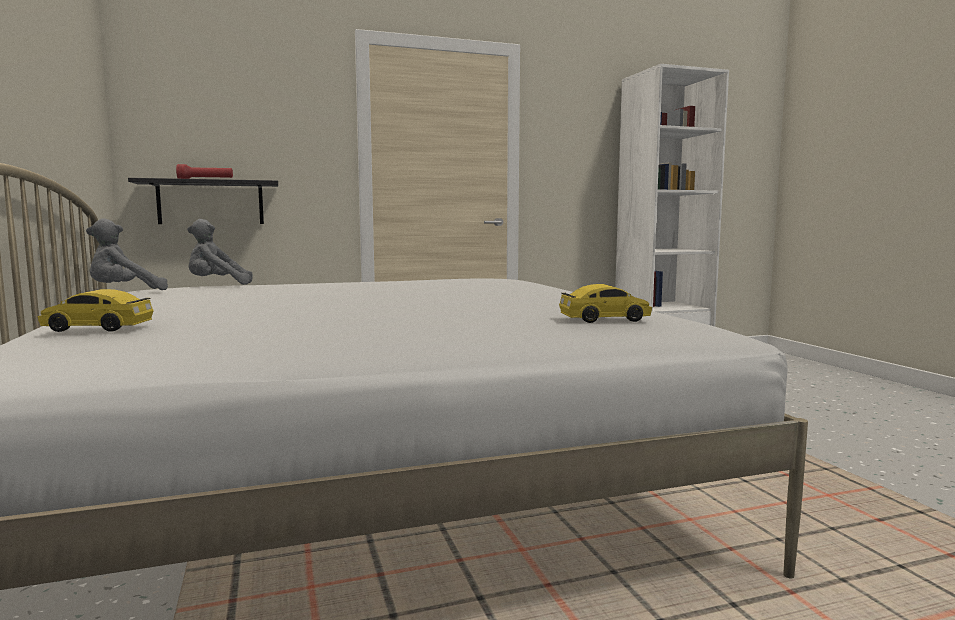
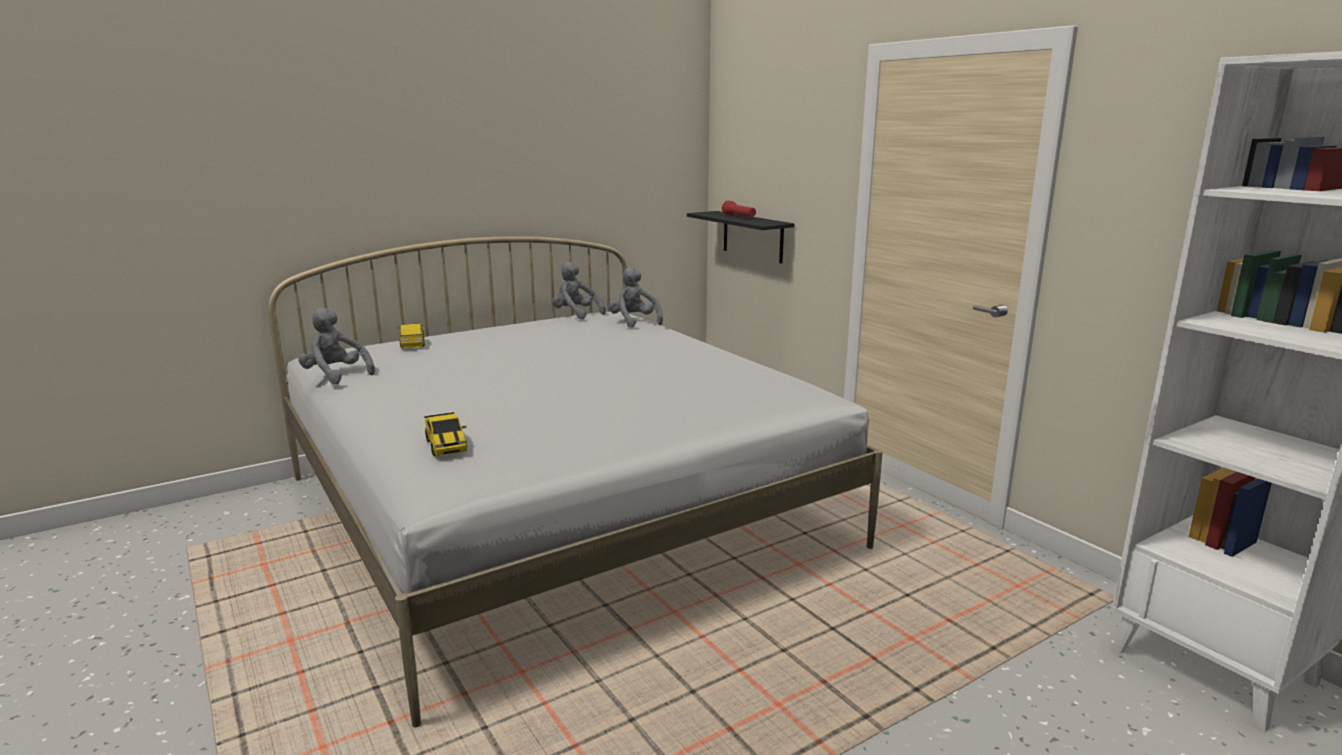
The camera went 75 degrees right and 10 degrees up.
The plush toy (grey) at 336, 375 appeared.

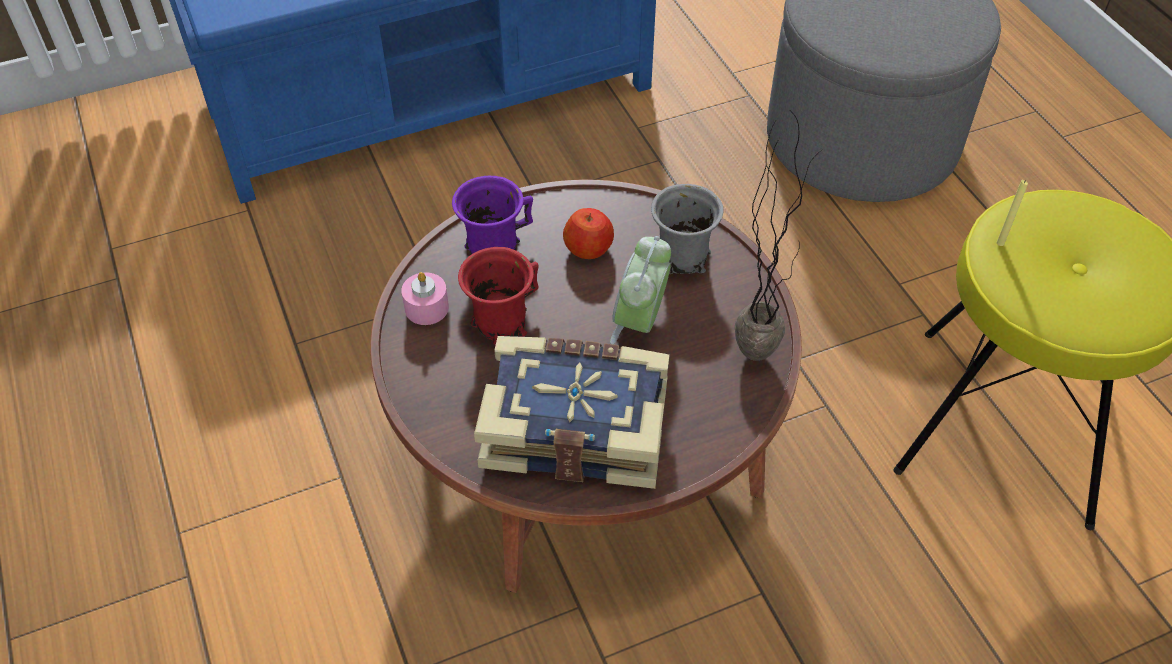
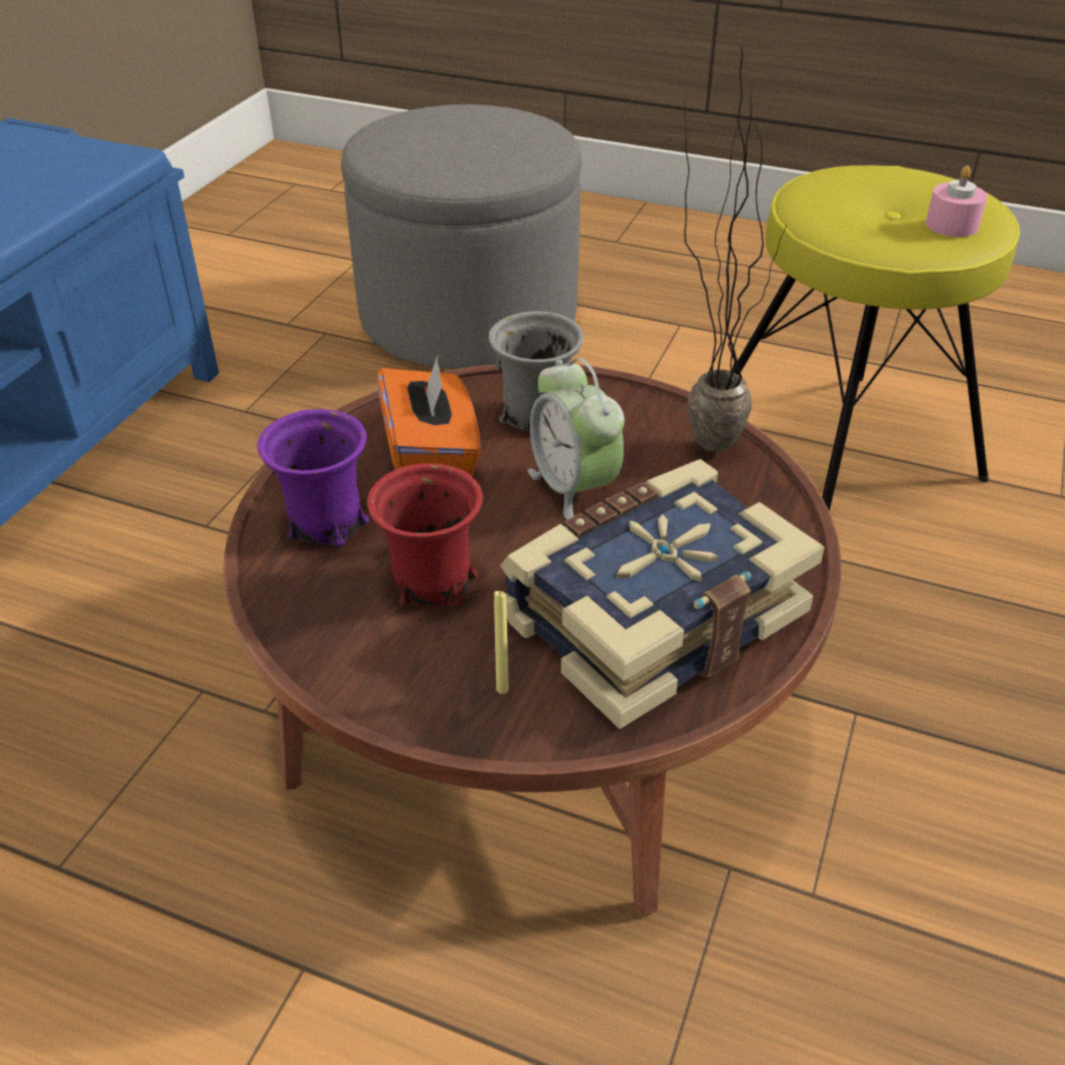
The camera went 45 degrees left and 10 degrees down.
The apple at 589, 248 was replaced by the tissue box (orange) at 431, 460.
The candle (yellow) moved from 1000, 243 to 502, 689.
The candle (pink) moved from 426, 308 to 951, 225.

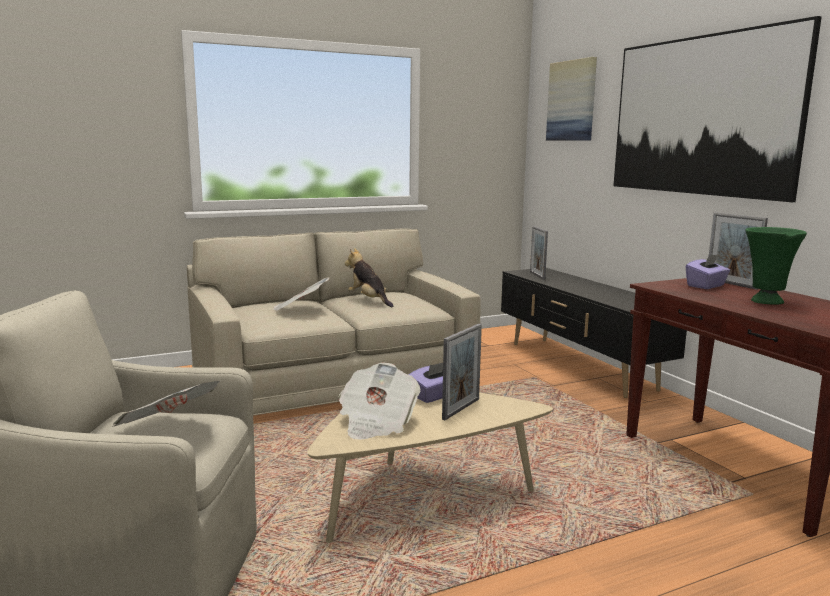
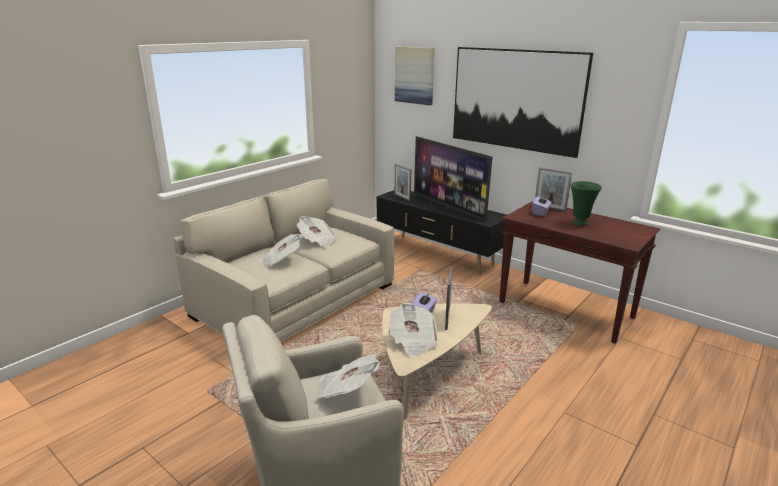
The camera went 25 degrees left and 10 degrees up.
The plush toy at 369, 301 was replaced by the newspaper at 317, 241.
The television at 449, 207 appeared.

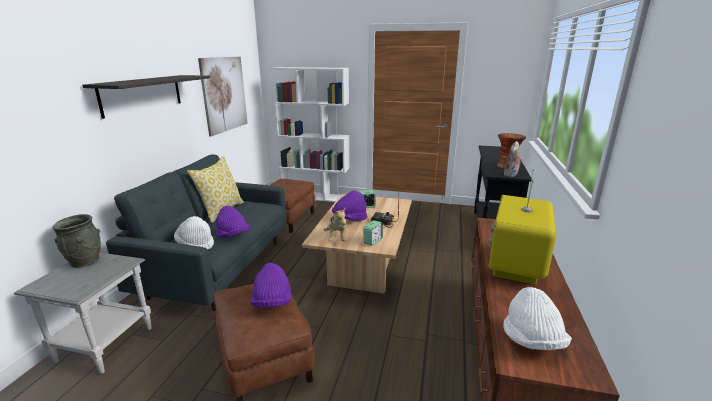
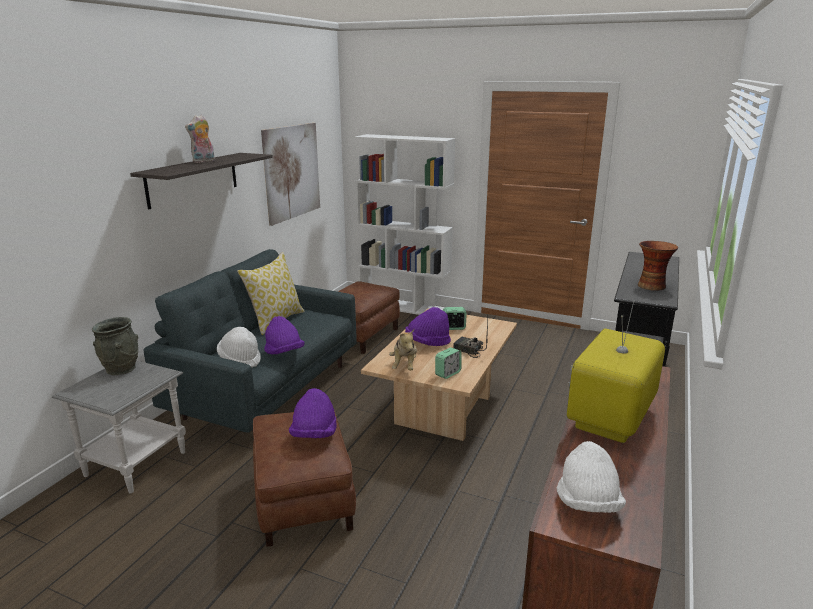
The camera went 10 degrees right and 0 degrees up.
The plush toy moved from 511, 175 to 203, 161.

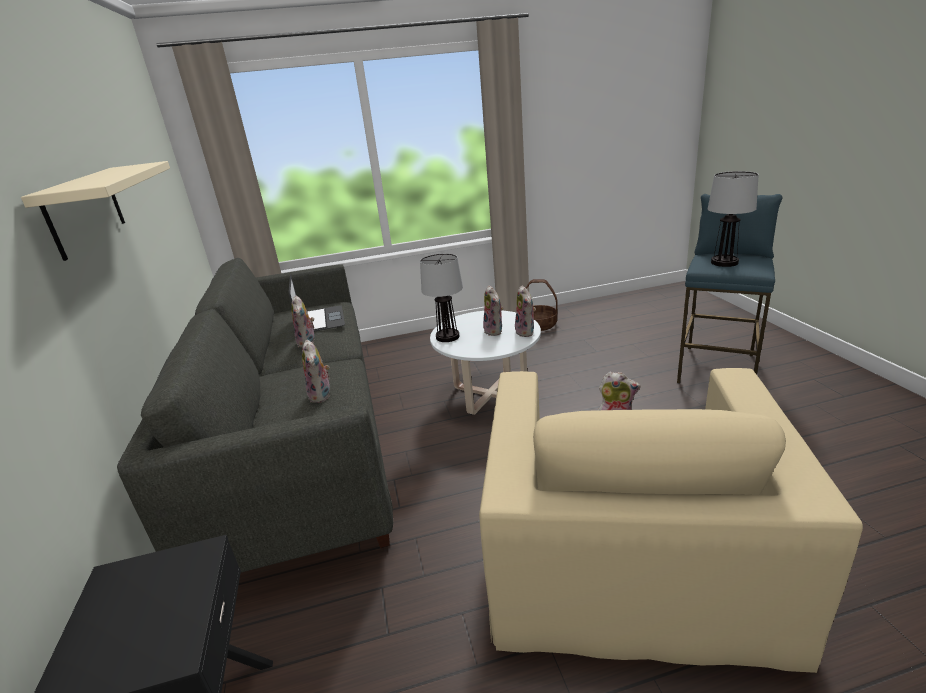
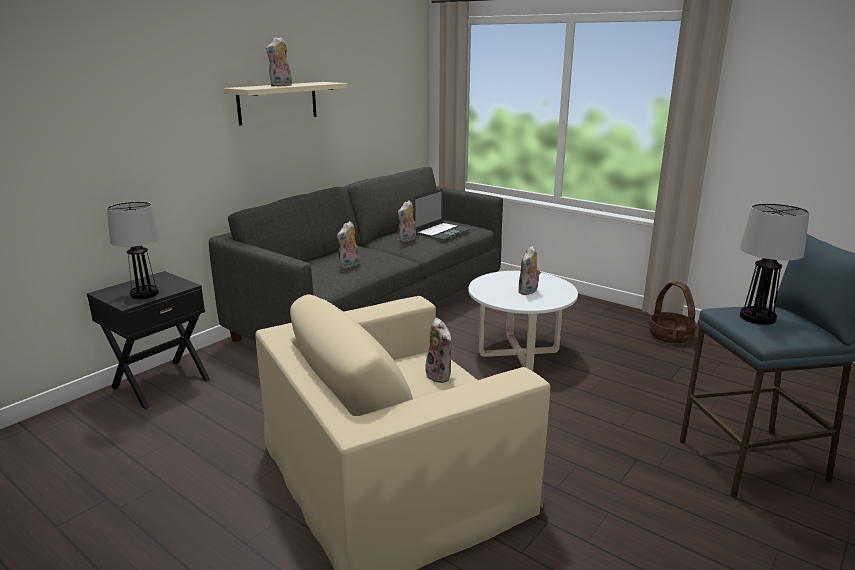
The camera went 50 degrees right and 5 degrees down.
The table lamp moved from 448, 337 to 144, 294.
The plush toy moved from 526, 332 to 281, 86.

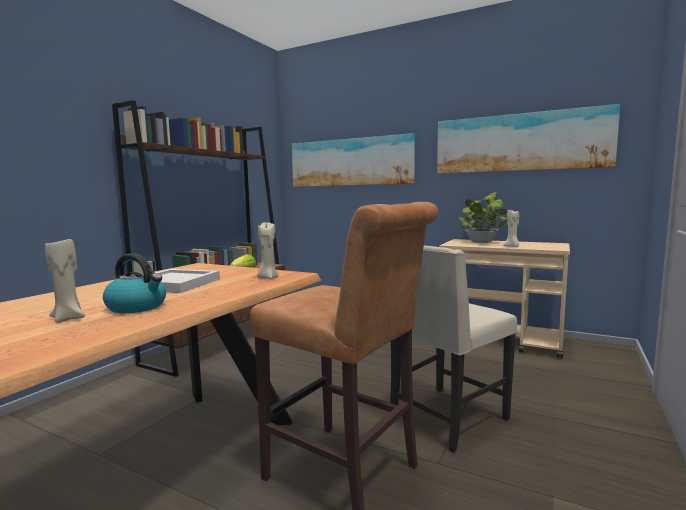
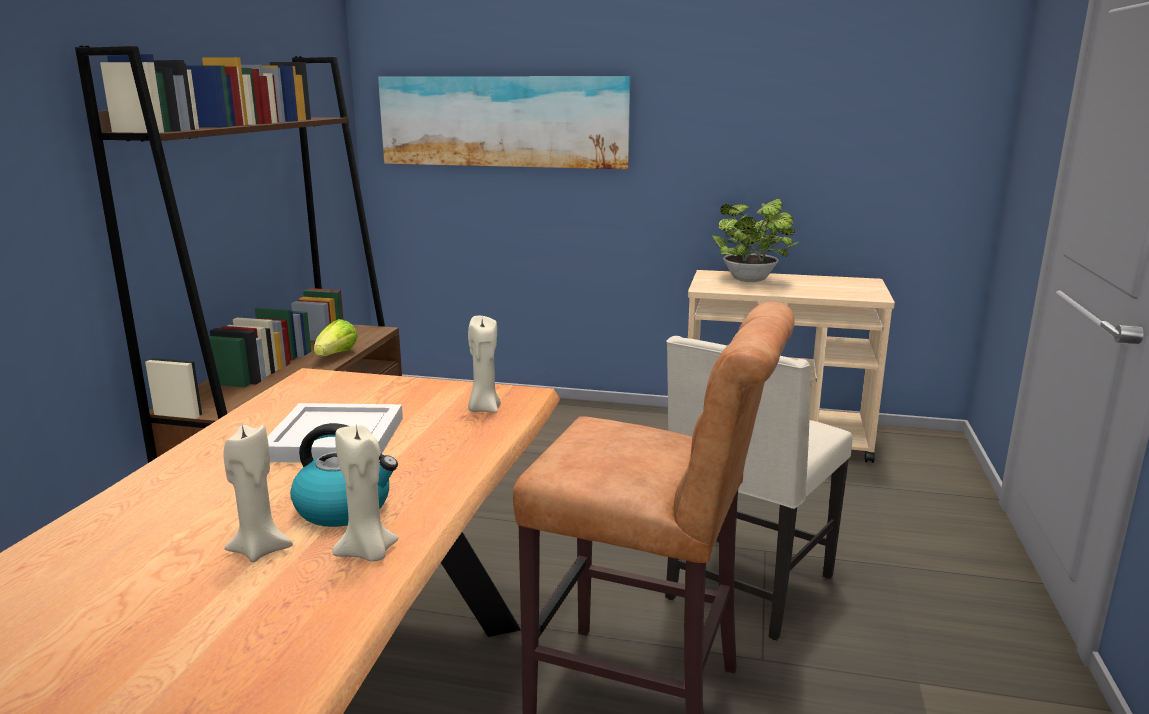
The camera went 15 degrees left and 10 degrees up.
The candle (beige) moved from 512, 246 to 368, 553.
The picture at 519, 142 disappeared.

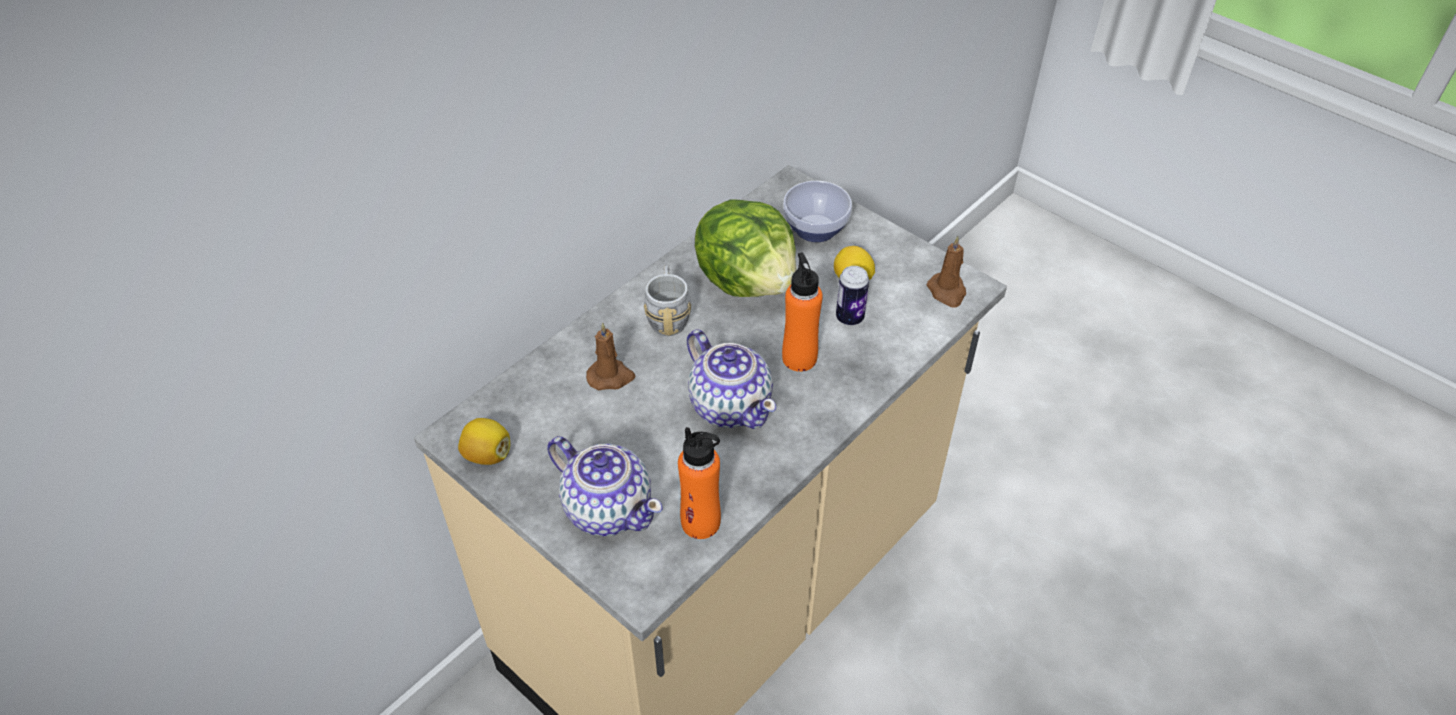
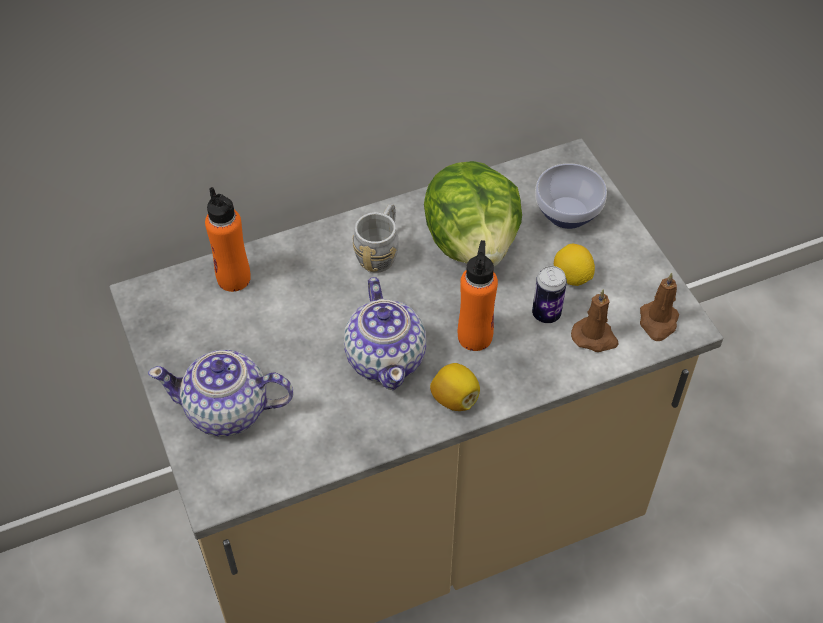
The camera went 25 degrees right and 5 degrees up.
The teapot at 608, 507 turned 120 degrees clockwise.
The bottle (orange) moved from 701, 522 to 234, 278.
The lemon moved from 487, 454 to 454, 398.
The candle (brown) moved from 611, 377 to 595, 337.

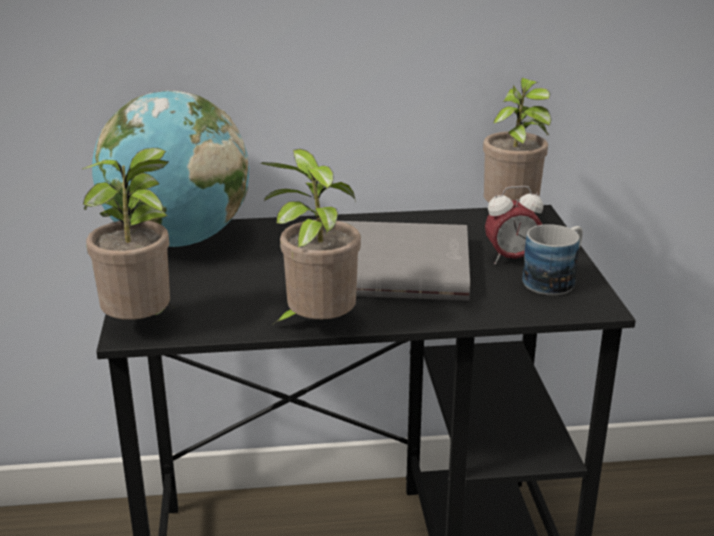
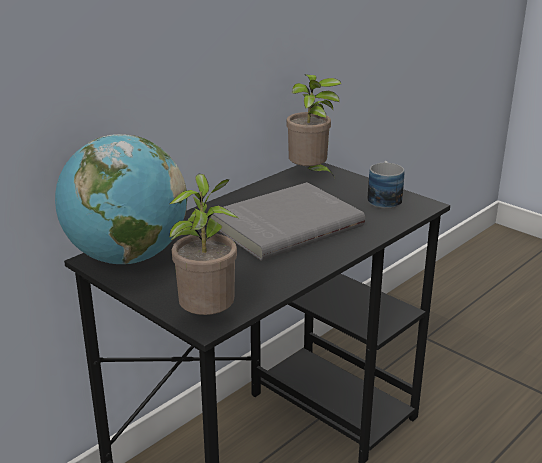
The camera went 40 degrees left and 0 degrees up.
The potted plant at 316, 327 disappeared.
The alarm clock at 511, 259 disappeared.

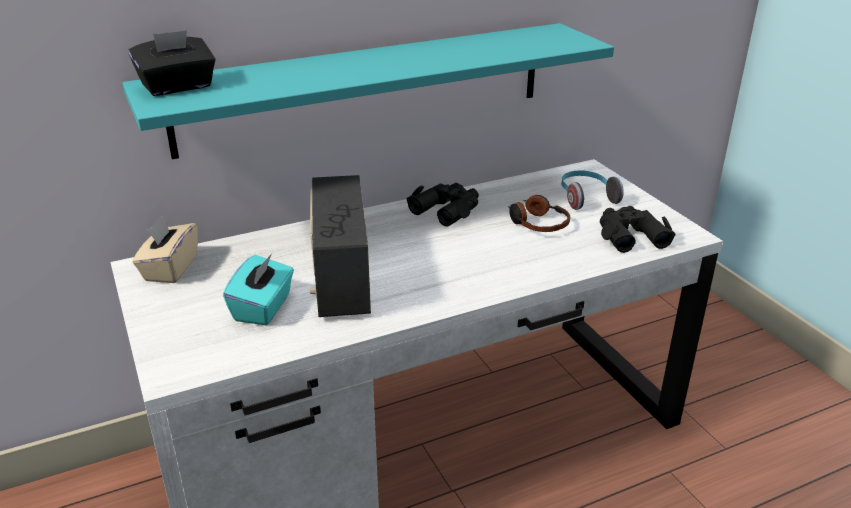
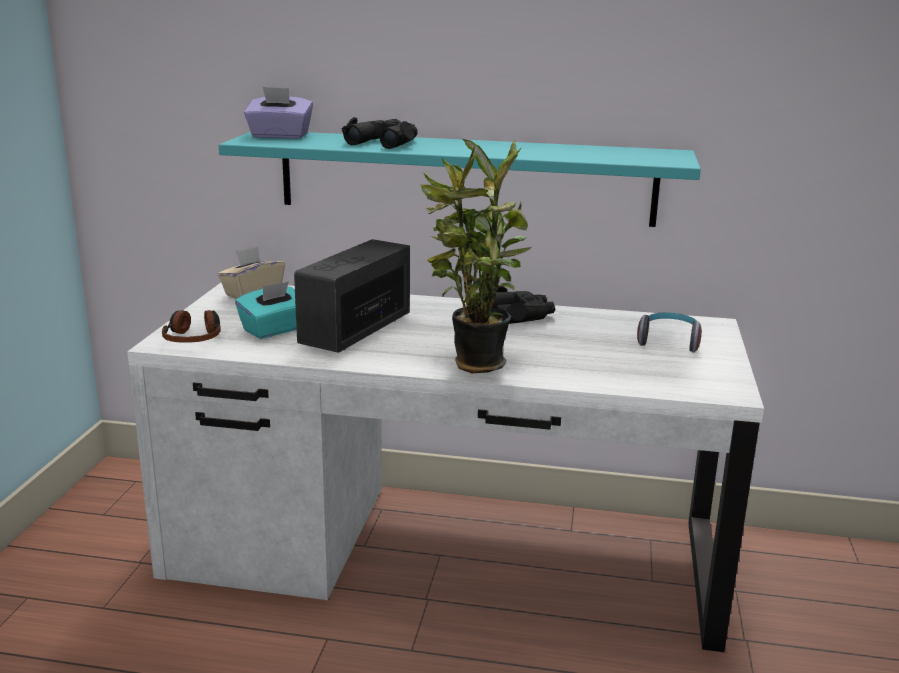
The camera went 35 degrees right and 10 degrees down.
The headphones moved from 537, 223 to 193, 338.
The tissue box (black) at 177, 87 became the tissue box (purple) at 279, 136.
The binoculars (black) moved from 630, 235 to 384, 142.
The potted plant at 473, 365 appeared.

